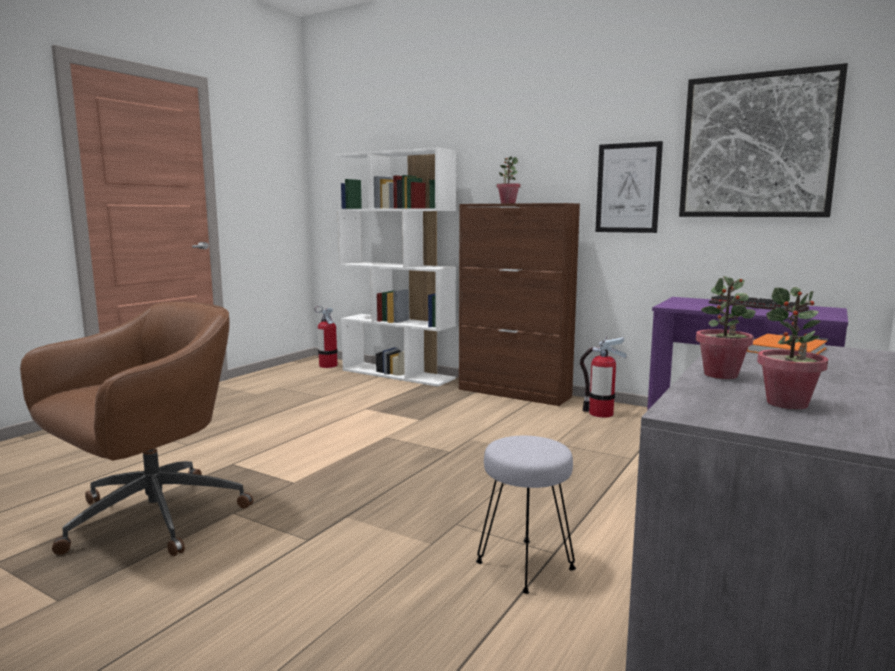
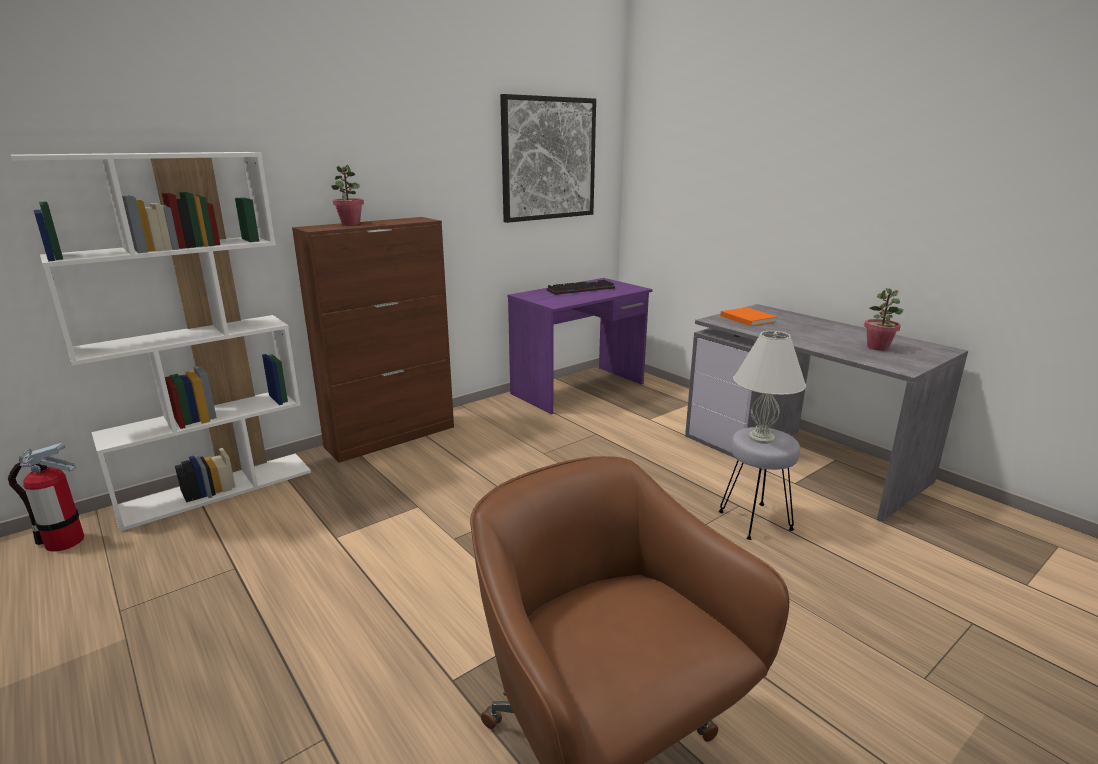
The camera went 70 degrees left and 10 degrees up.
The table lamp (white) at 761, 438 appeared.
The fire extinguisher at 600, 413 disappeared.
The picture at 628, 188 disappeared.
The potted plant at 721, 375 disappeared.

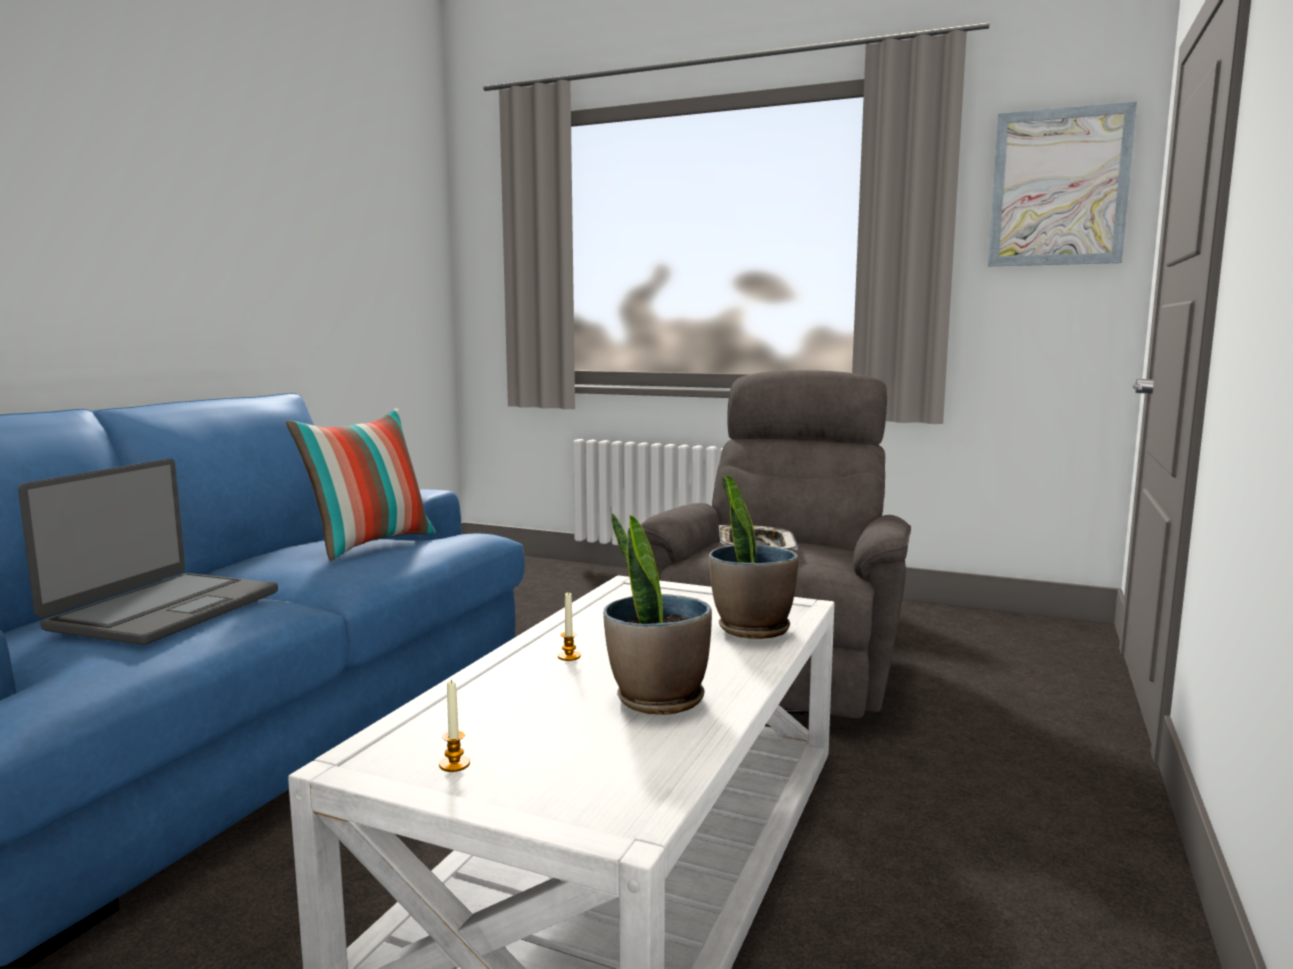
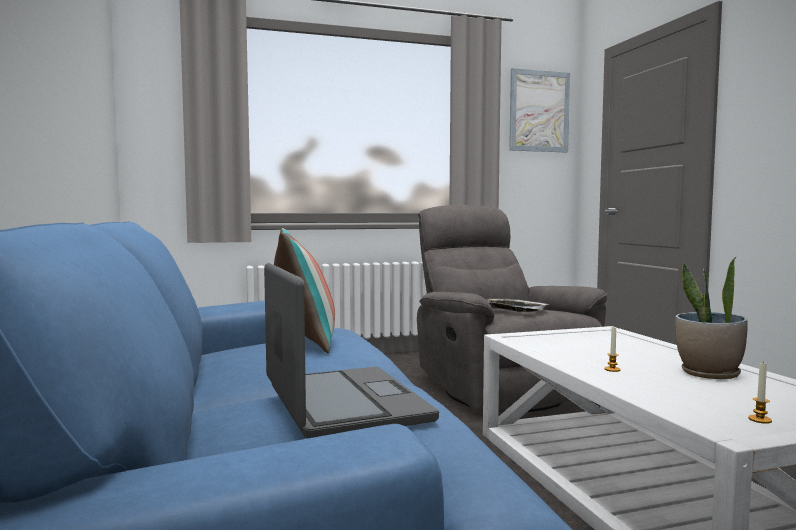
The camera went 40 degrees left and 5 degrees down.
The potted plant at 751, 629 disappeared.

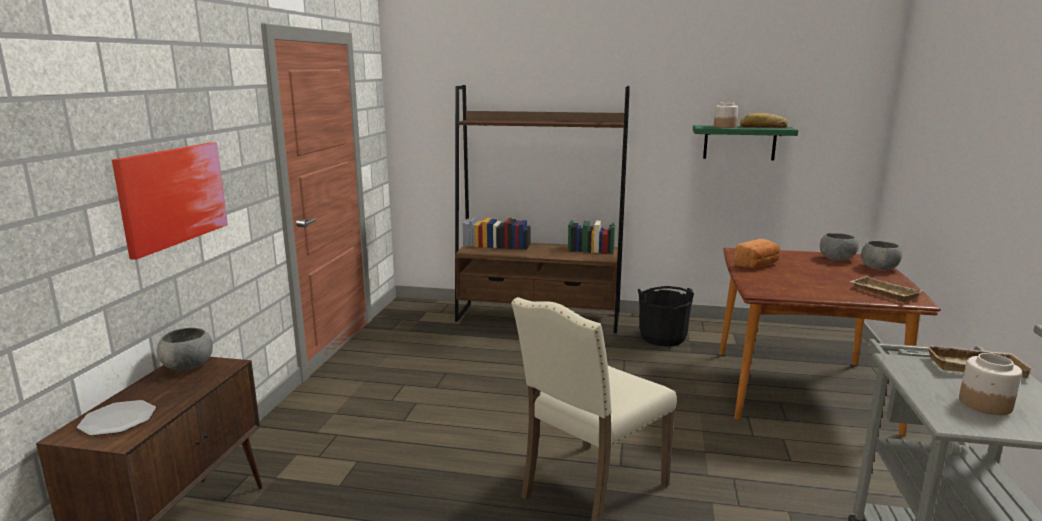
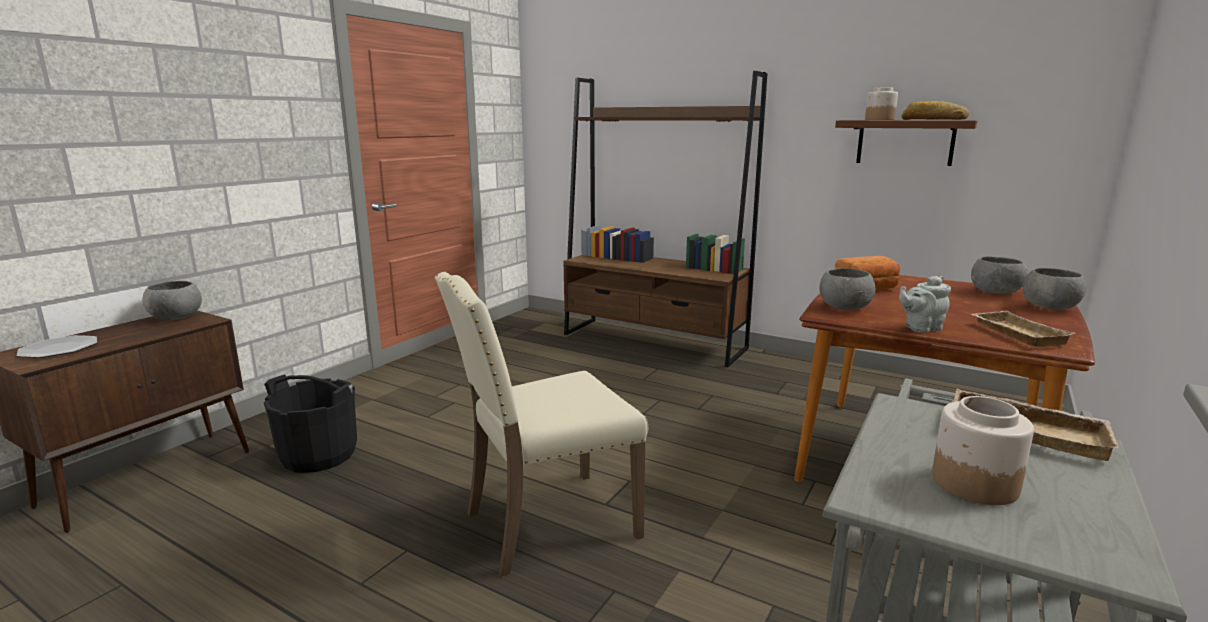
The camera went 20 degrees right and 0 degrees up.
The bucket (black) moved from 662, 337 to 319, 455.
The bowl (grey) at 845, 307 appeared.
The shelf (green) at 739, 142 became the shelf (brown) at 905, 142.
The teapot (grey) at 920, 328 appeared.
The picture at 173, 196 disappeared.

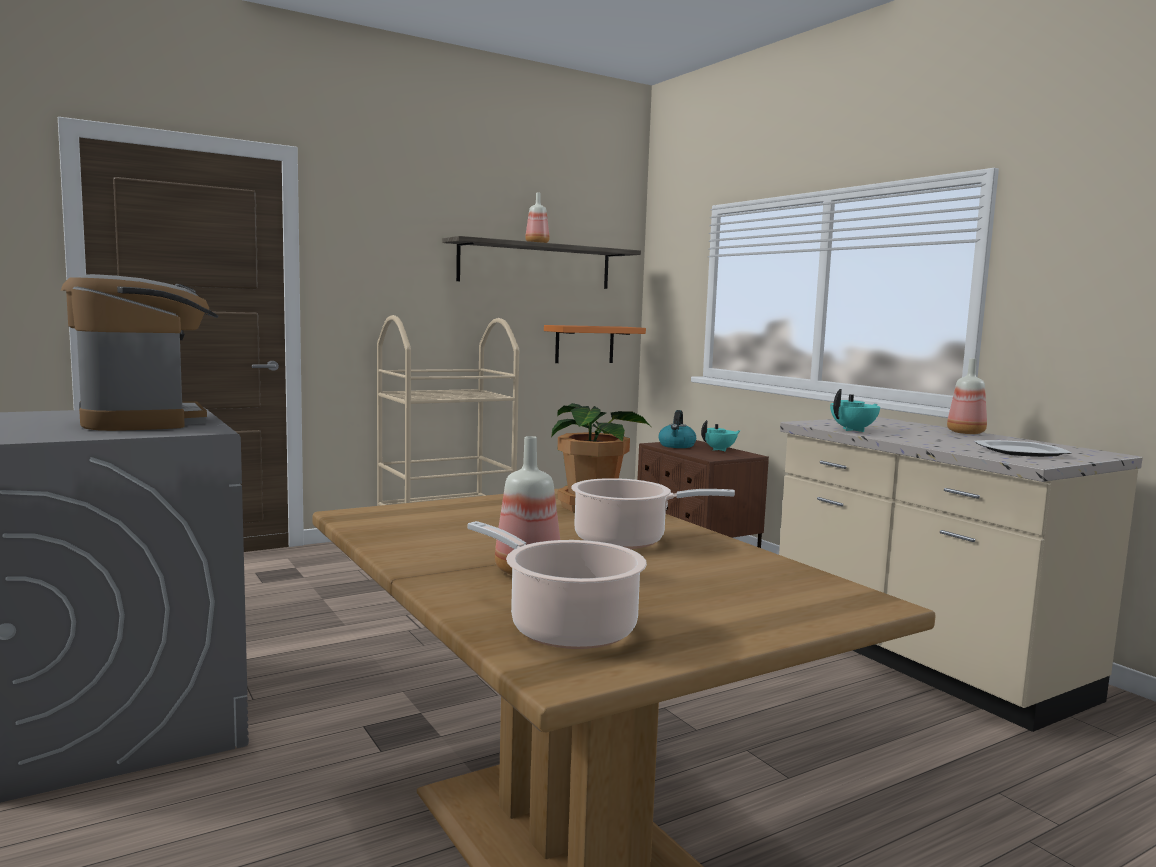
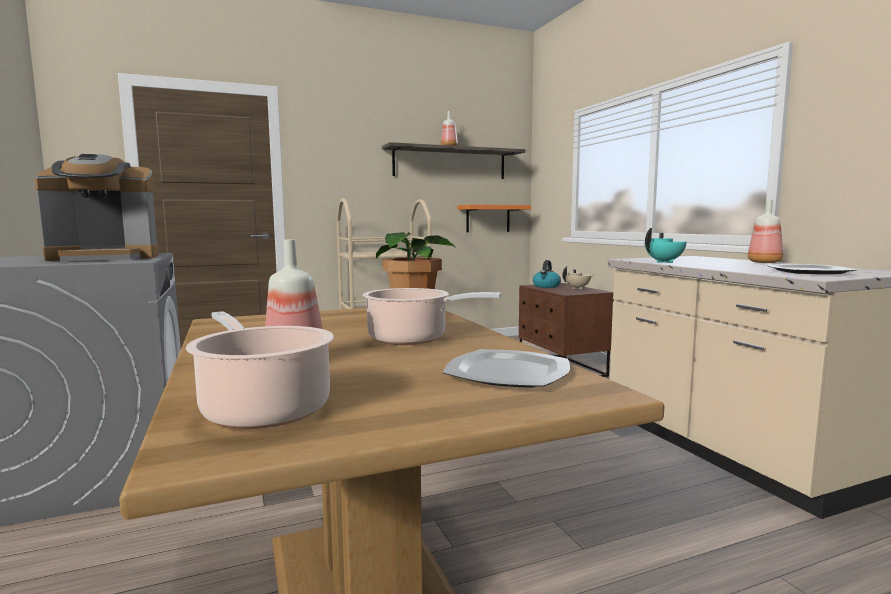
The camera went 10 degrees right and 0 degrees up.
The coffee machine at 144, 421 turned 90 degrees clockwise.
The plate at 506, 373 appeared.
The teapot (turquoise) at 719, 449 became the teapot (beige) at 578, 288.

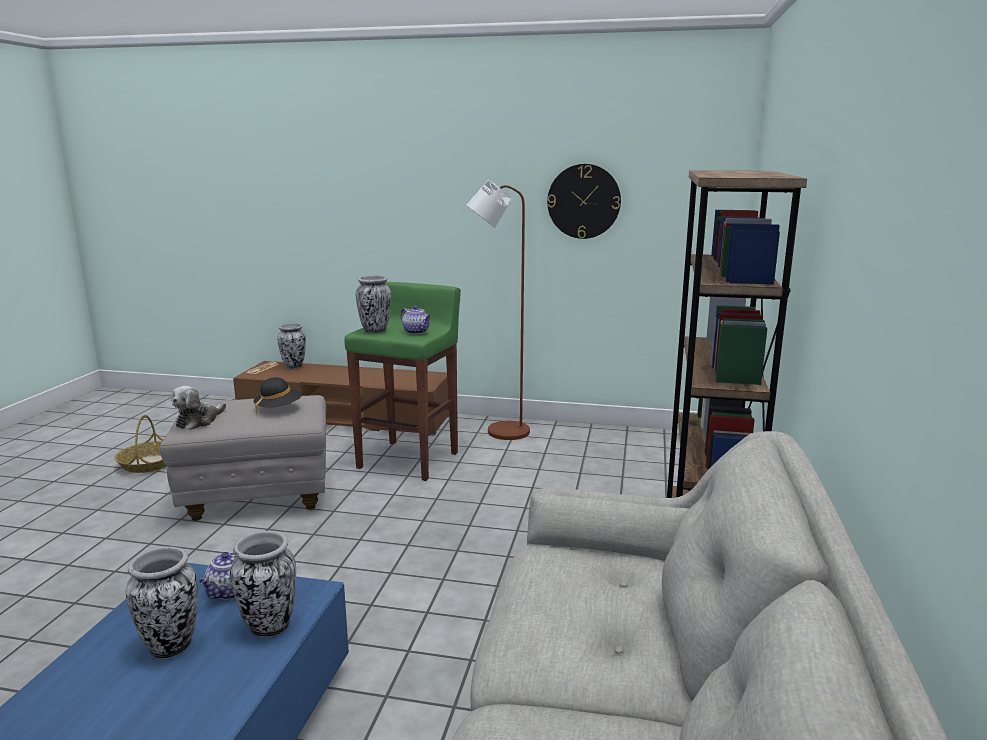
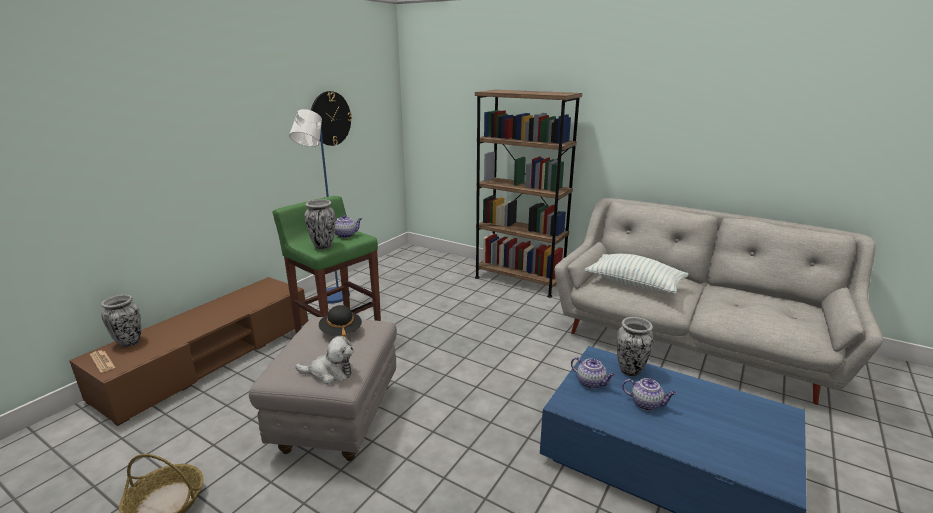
The camera went 70 degrees left and 5 degrees up.
The floor lamp (brown) at 500, 432 became the floor lamp (blue) at 331, 299.
The plush toy at 199, 421 turned 45 degrees counterclockwise.
The pillow at 634, 284 appeared.
The vase at 171, 646 was replaced by the teapot at 646, 404.

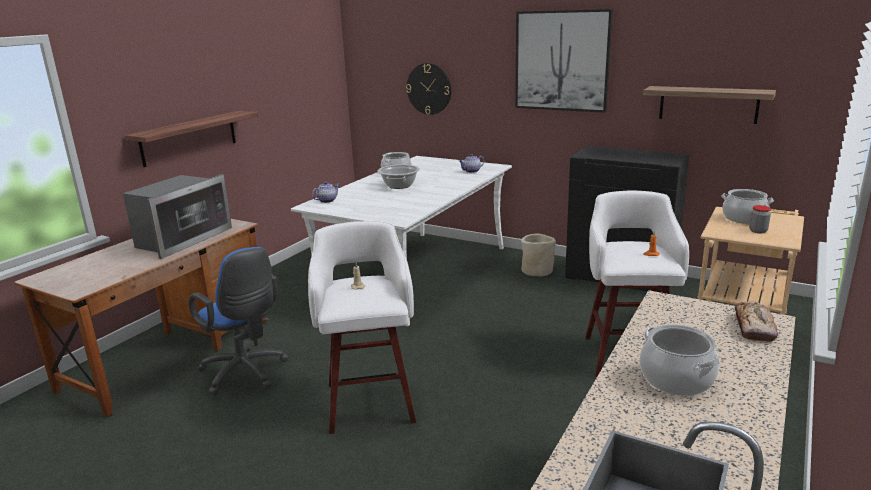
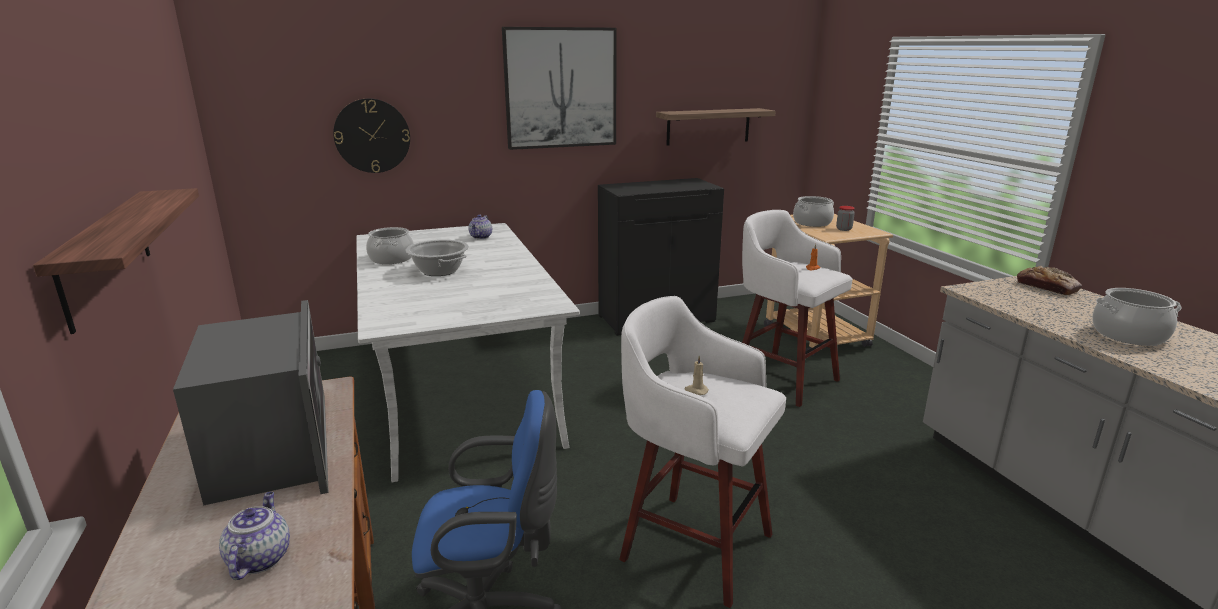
The camera went 50 degrees left and 0 degrees up.
The teapot moved from 327, 200 to 259, 558.
The planter (beige) at 537, 271 disappeared.

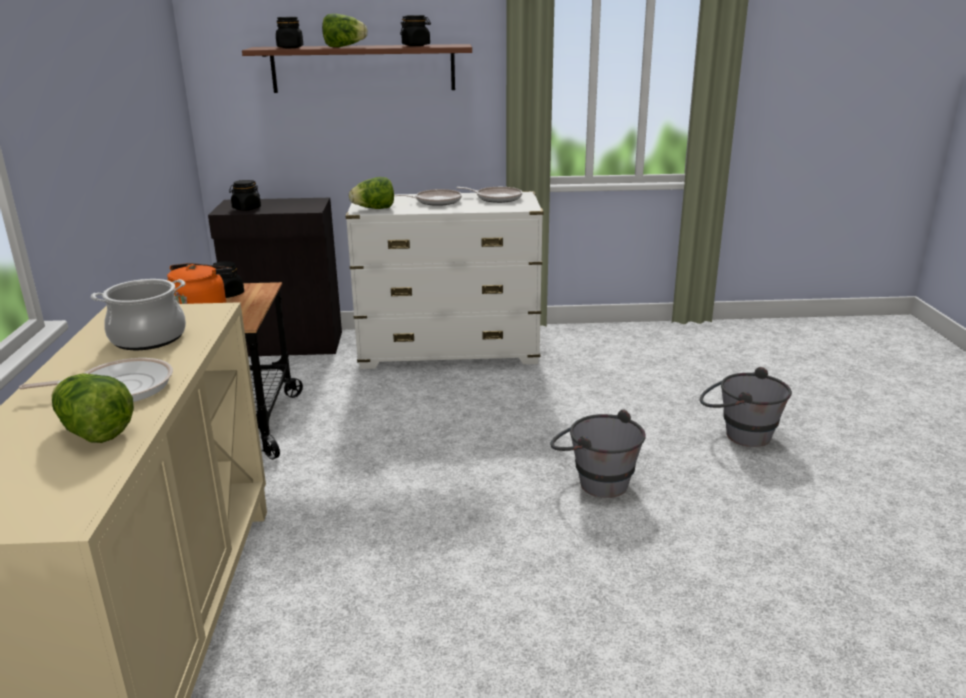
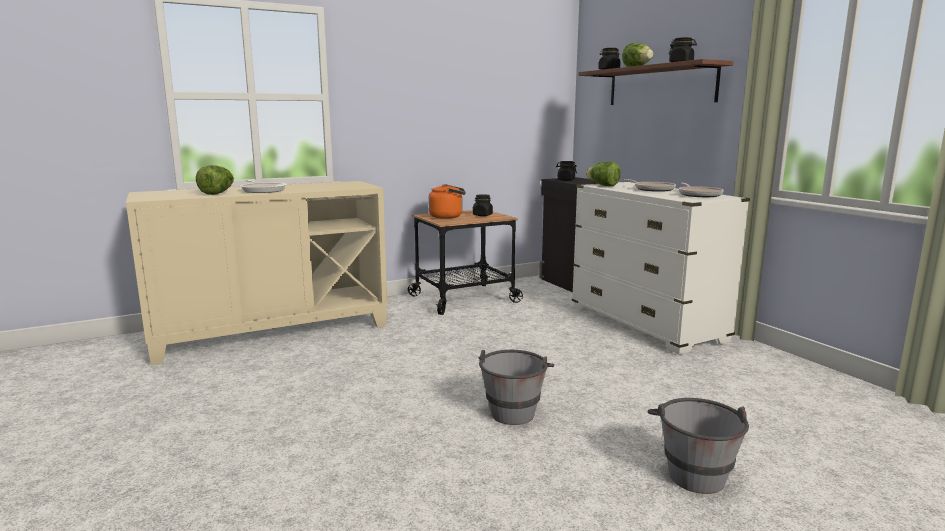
The camera went 65 degrees right and 10 degrees down.
The cooking pot at 148, 338 disappeared.

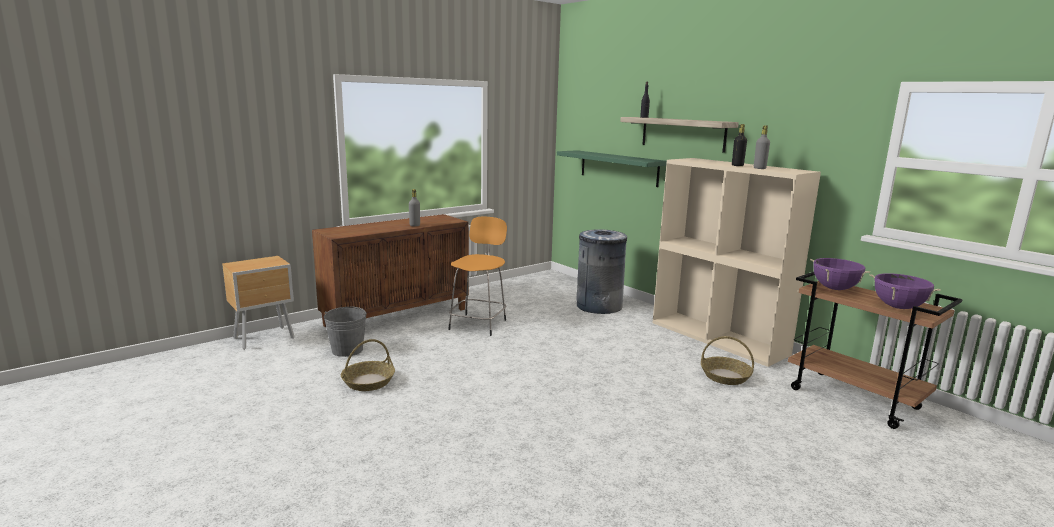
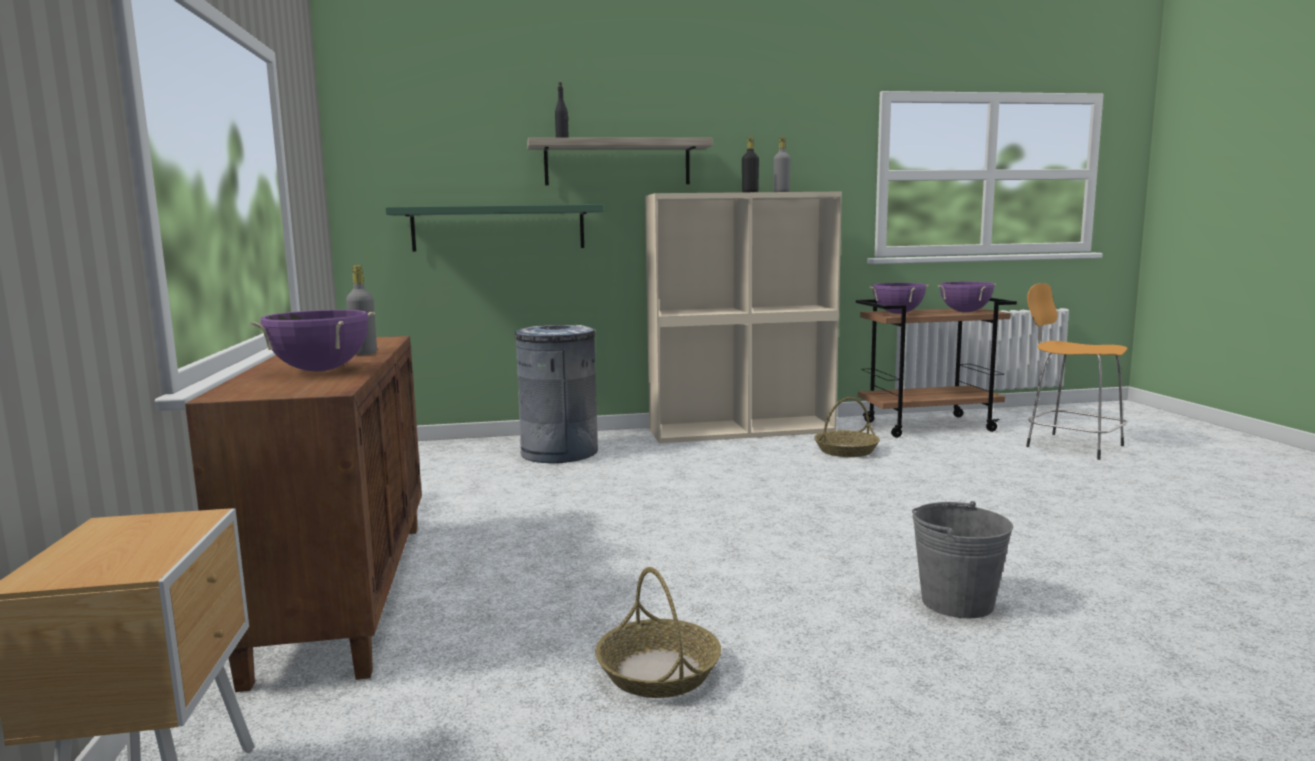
The camera went 60 degrees left and 5 degrees down.
The cooking pot (purple) at 320, 370 appeared.
The bucket (grey) moved from 347, 350 to 957, 602.
The stool (orange) moved from 479, 324 to 1071, 445.

